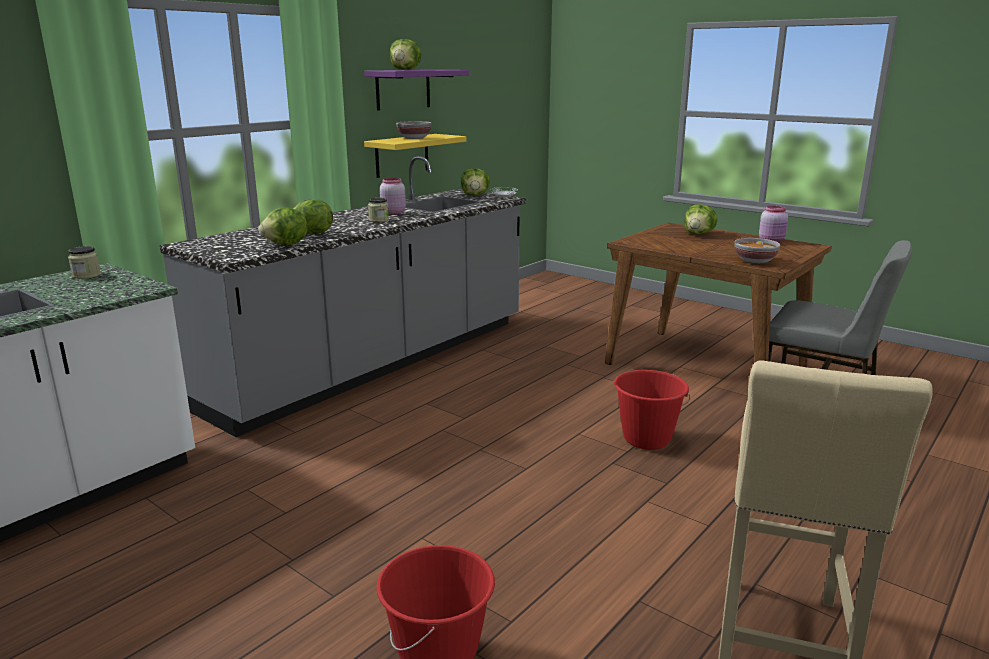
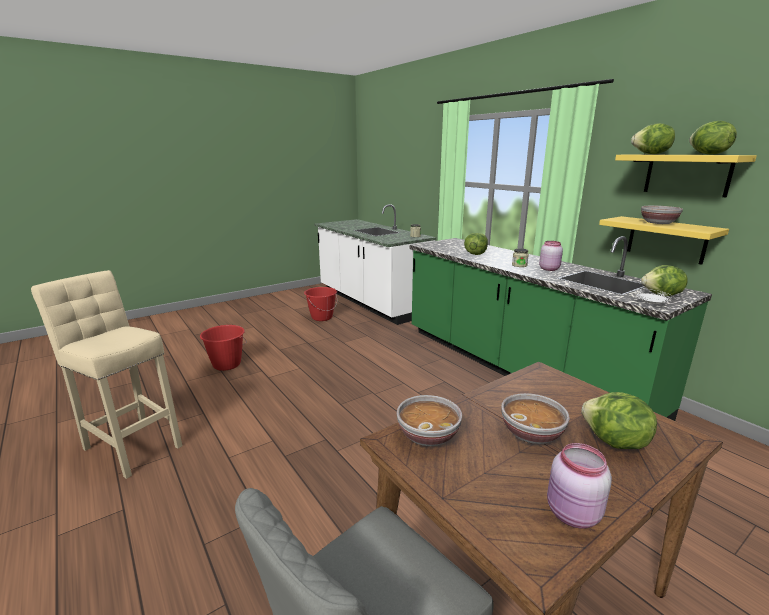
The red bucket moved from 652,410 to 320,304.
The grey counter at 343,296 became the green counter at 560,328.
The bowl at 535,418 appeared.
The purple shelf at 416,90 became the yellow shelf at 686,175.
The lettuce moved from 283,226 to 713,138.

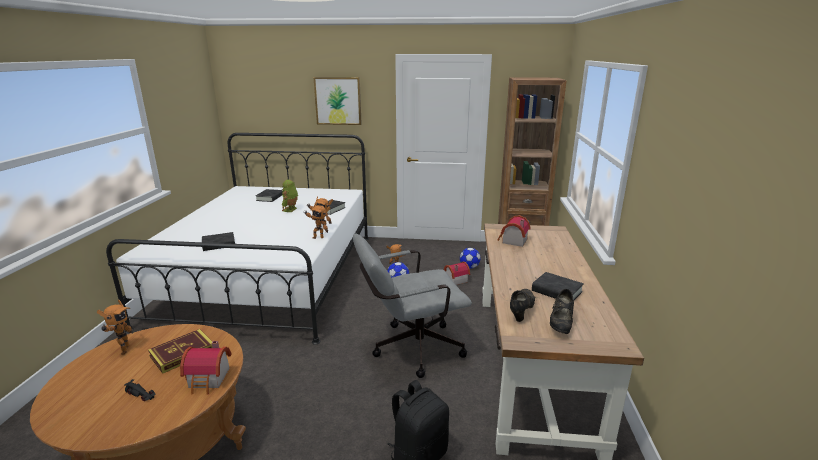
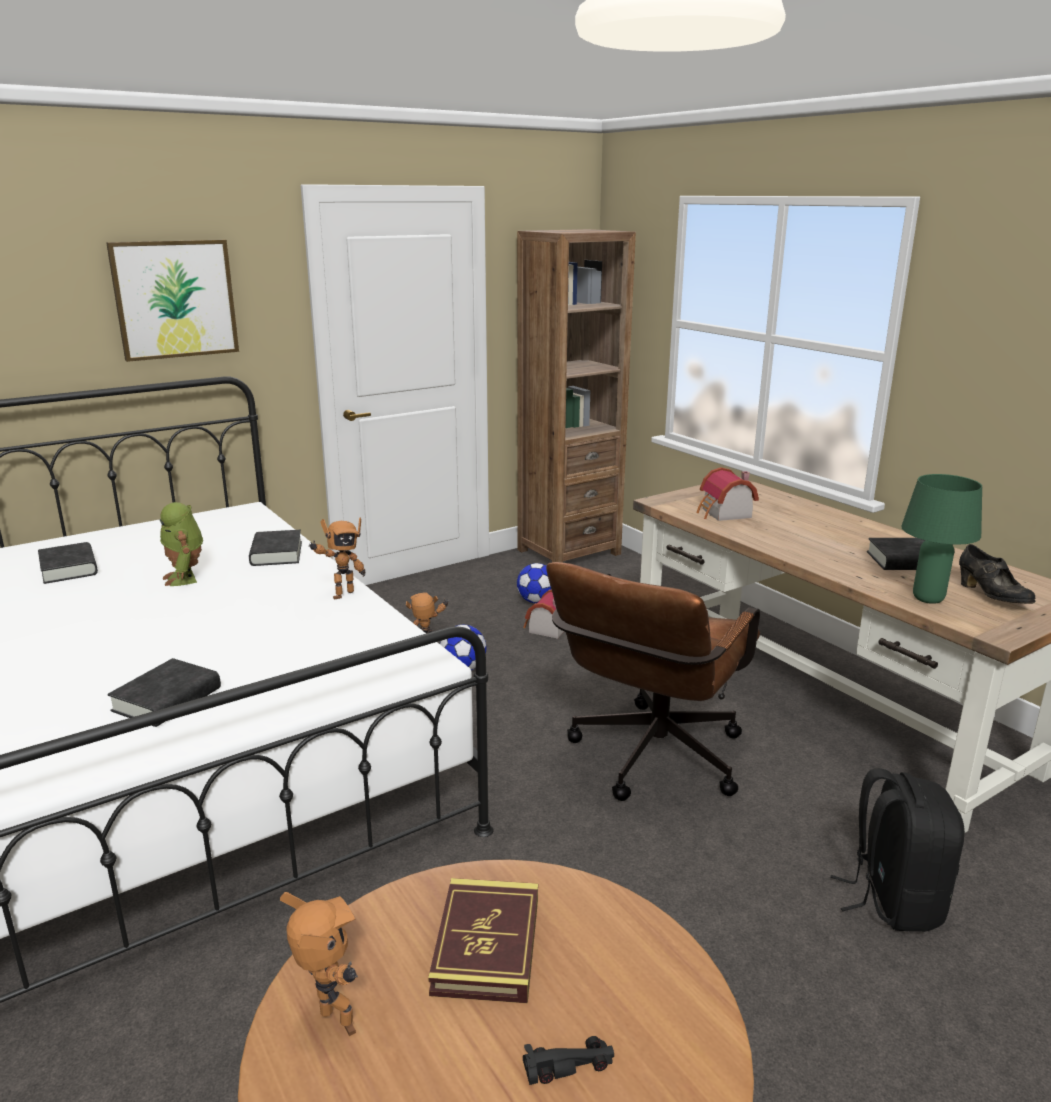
The grey office chair at 412,305 became the brown office chair at 653,681.
The black shoe at 522,305 was replaced by the green table lamp at 941,539.
The toy house at 206,368 disappeared.
The toy robot at 317,221 disappeared.

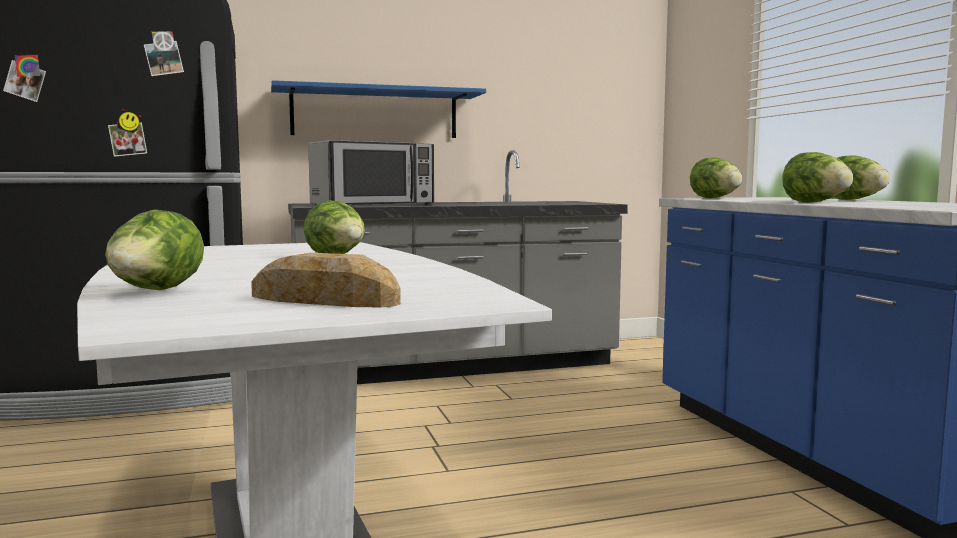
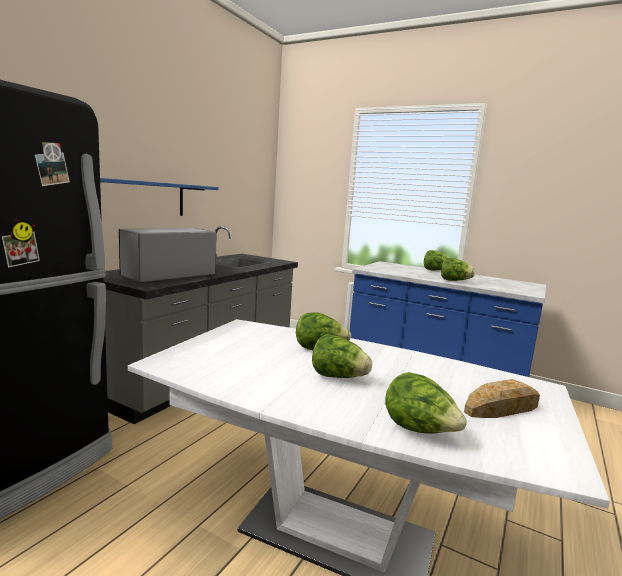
The microwave at 371,172 turned 150 degrees counterclockwise.
The lettuce moved from 716,177 to 342,356.

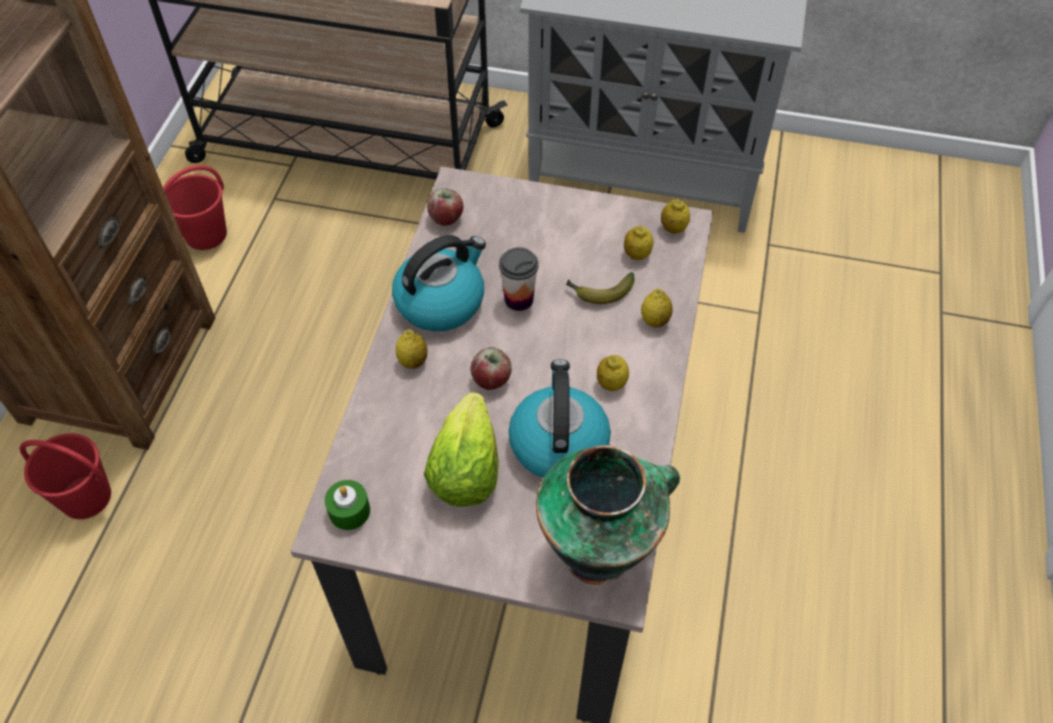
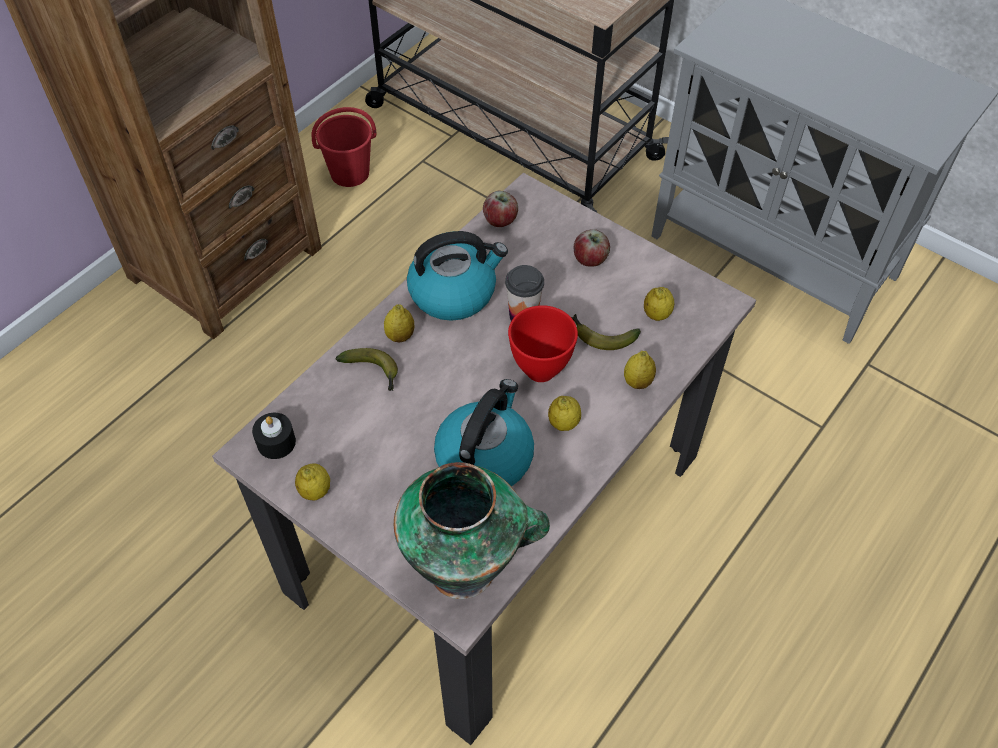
The green candle at 347,505 became the black candle at 274,436.
The lemon moved from 675,216 to 312,482.
The banana at 367,369 appeared.
The red bowl at 543,343 appeared.
The apple moved from 491,368 to 592,247.
The red bucket at 65,476 disappeared.
The lettuce at 461,449 disappeared.

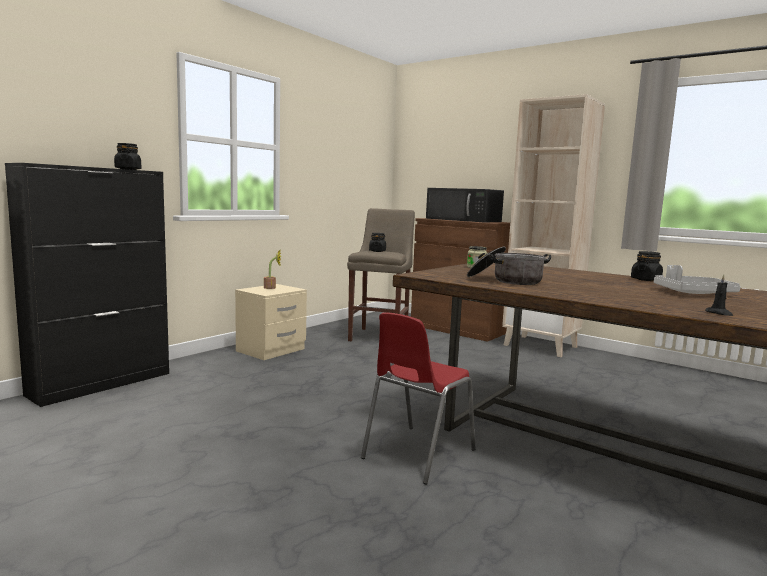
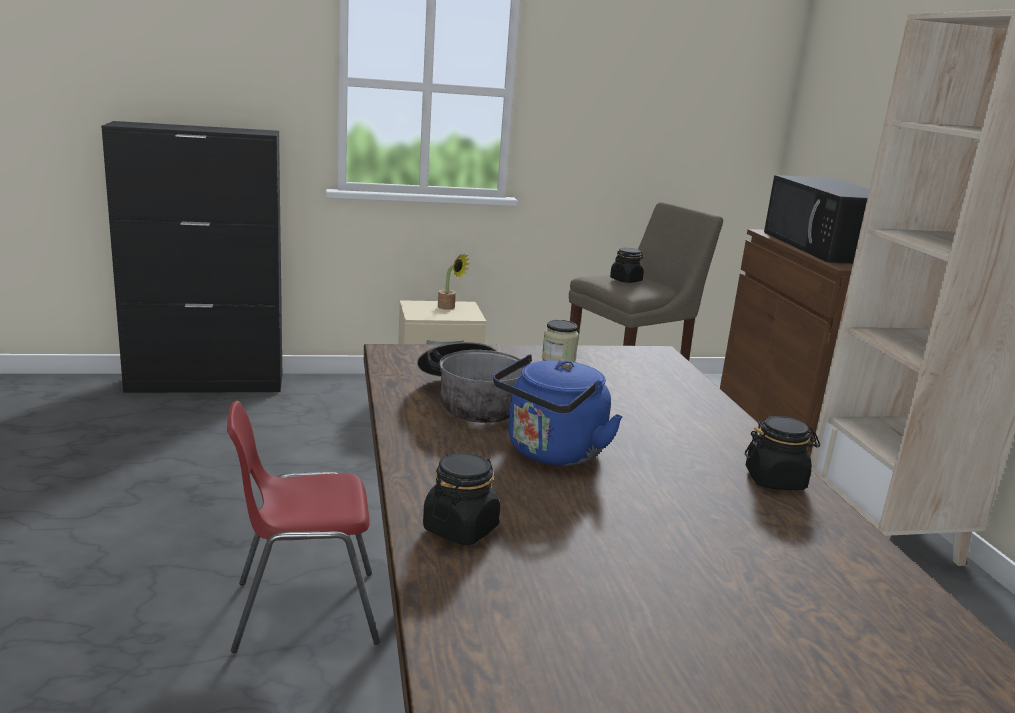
The black jar moved from 127,156 to 461,499.
The blue kettle at 558,410 appeared.
The grey tray at 697,279 disappeared.
The black candle at 719,295 disappeared.

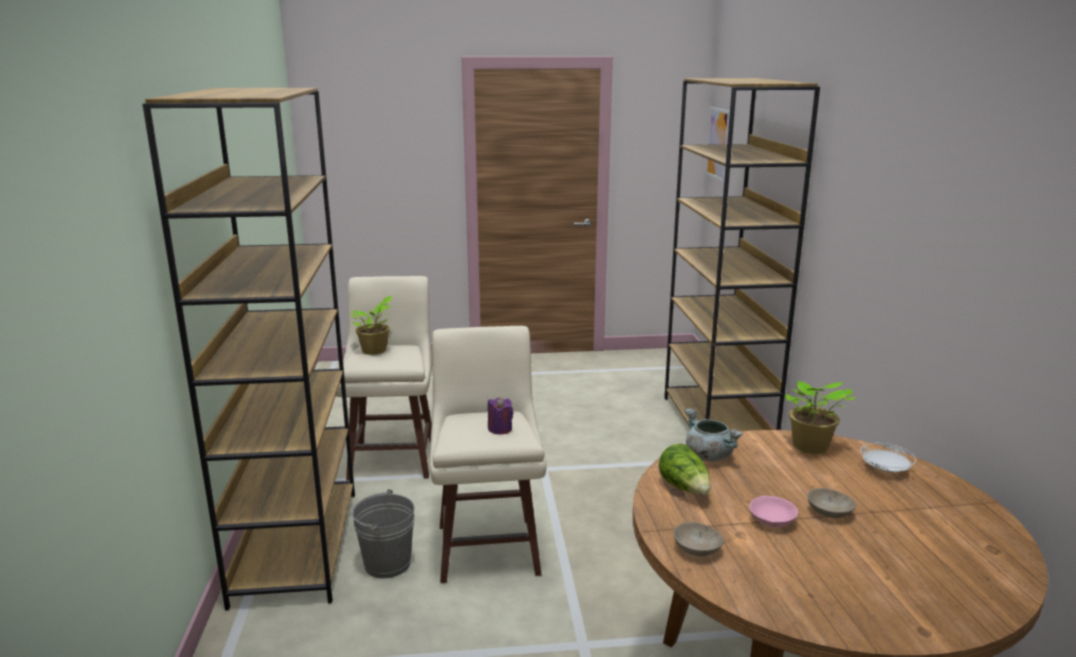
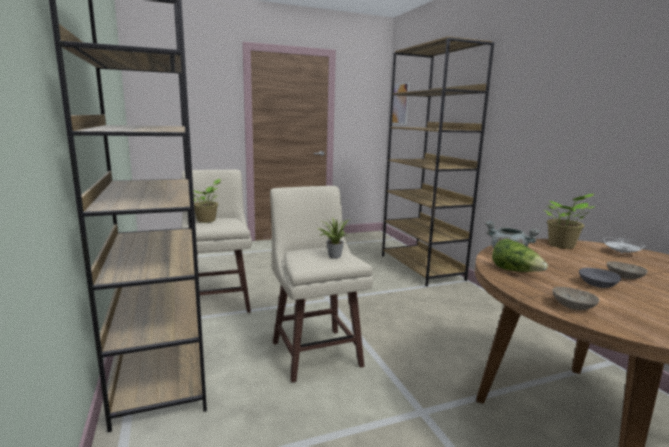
The purple candle at 501,415 was replaced by the potted plant at 334,238.
The pink bowl at 773,512 became the grey bowl at 600,278.
The grey bucket at 383,533 disappeared.

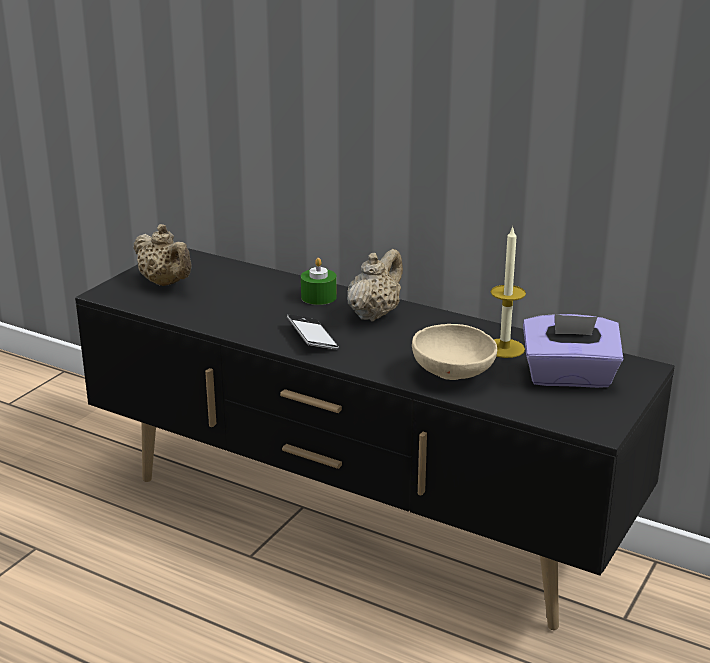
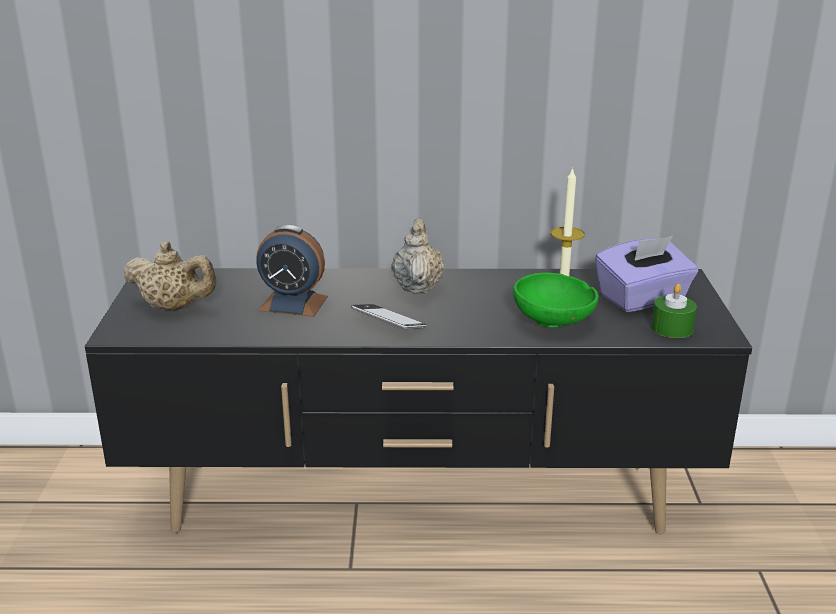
The alarm clock at 292,271 appeared.
The beige bowl at 454,352 became the green bowl at 556,300.
The green candle moved from 319,281 to 674,311.

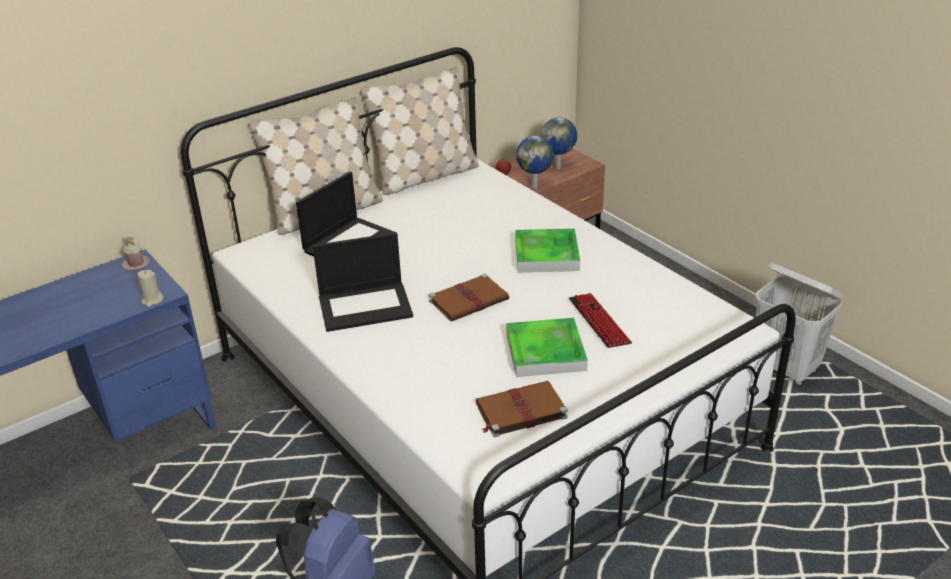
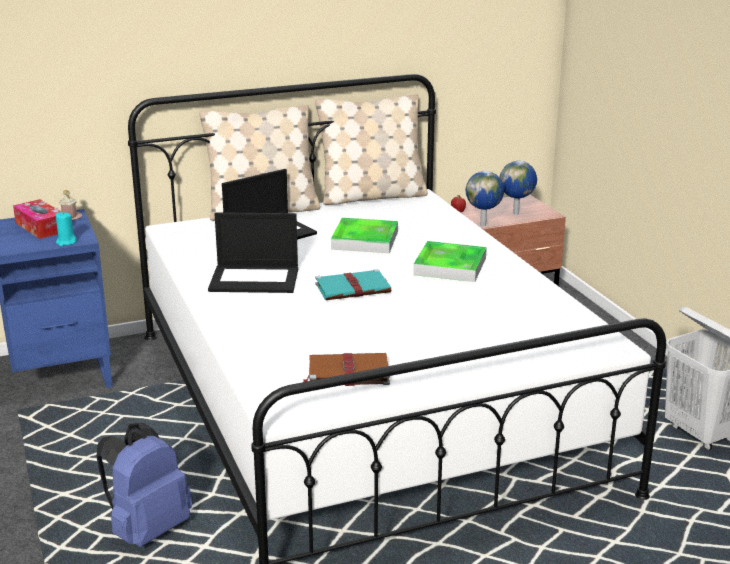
The tissue box at 37,219 appeared.
The beige candle at 150,288 became the turquoise candle at 66,229.
The brown book at 469,297 became the turquoise book at 353,284.
The tray moved from 547,347 to 364,235.
The keyboard at 600,320 disappeared.

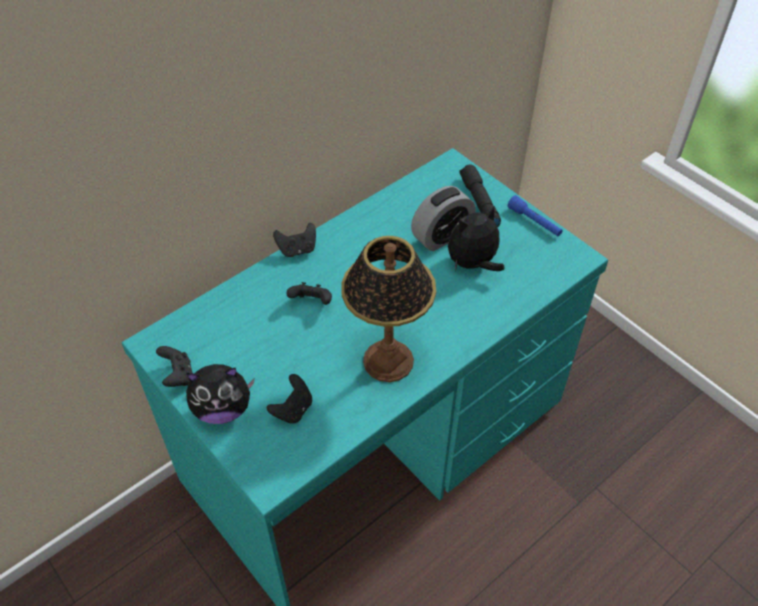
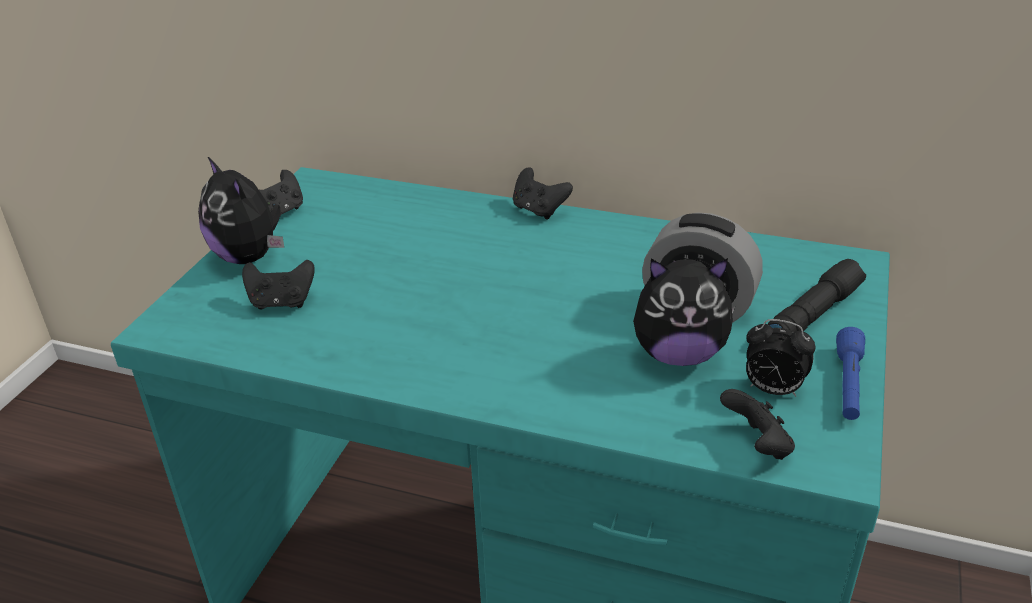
The plush toy at 476,238 turned 150 degrees clockwise.
The black game controller moved from 309,293 to 757,424.
The alarm clock at 781,358 appeared.
The table lamp at 388,309 disappeared.

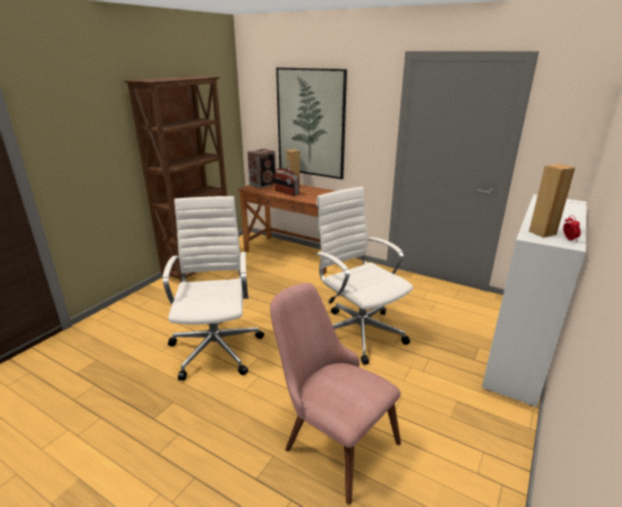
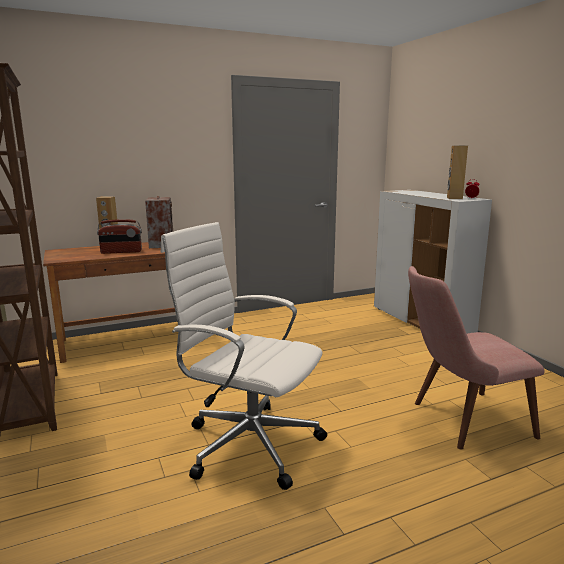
The speaker moved from 261,168 to 159,222.
The picture at 311,123 disappeared.
The white office chair at 364,275 disappeared.

